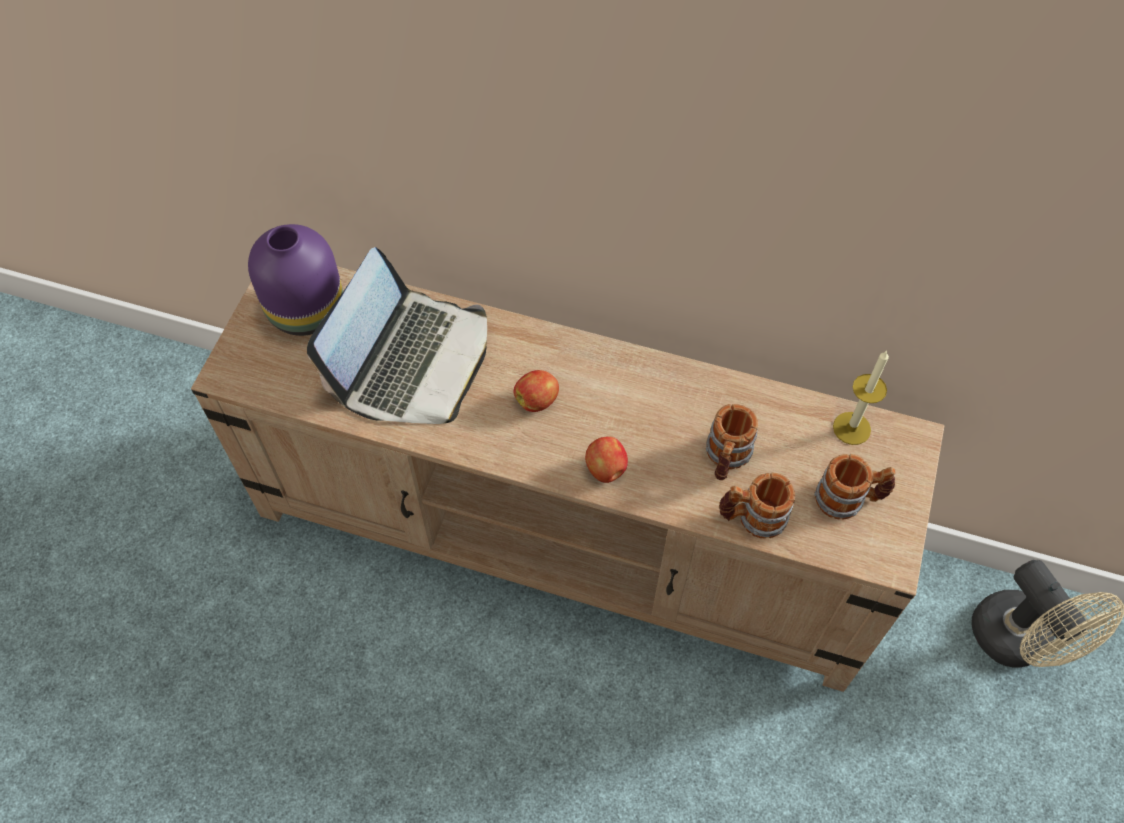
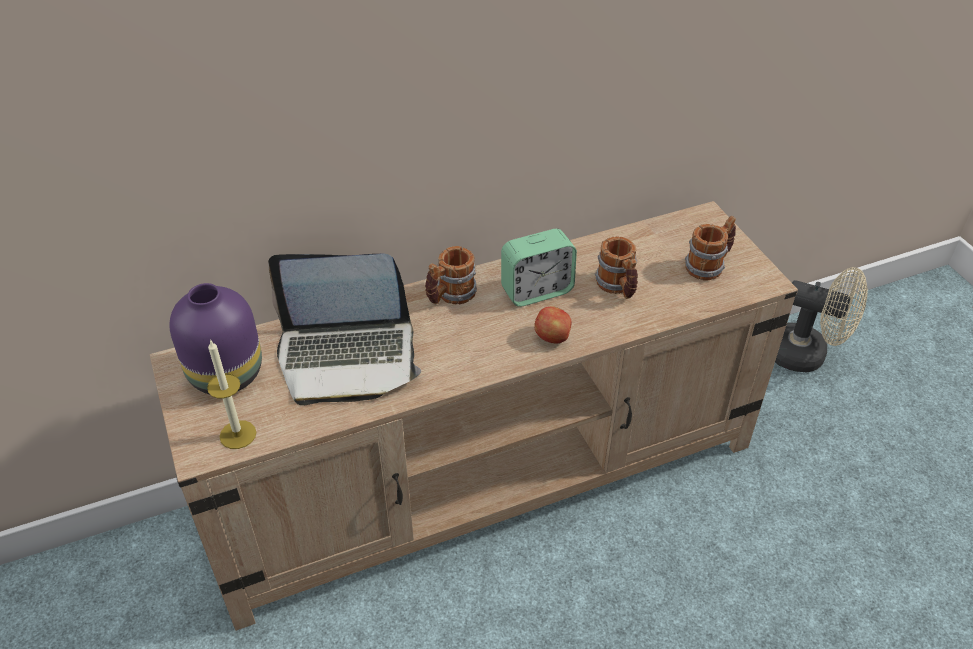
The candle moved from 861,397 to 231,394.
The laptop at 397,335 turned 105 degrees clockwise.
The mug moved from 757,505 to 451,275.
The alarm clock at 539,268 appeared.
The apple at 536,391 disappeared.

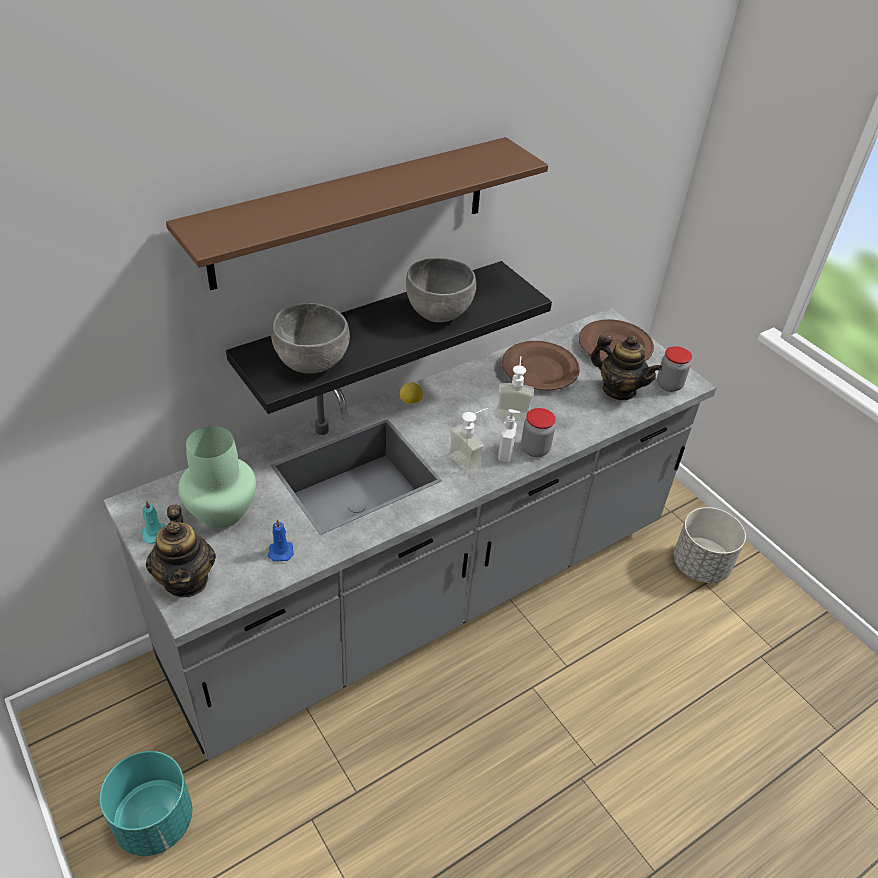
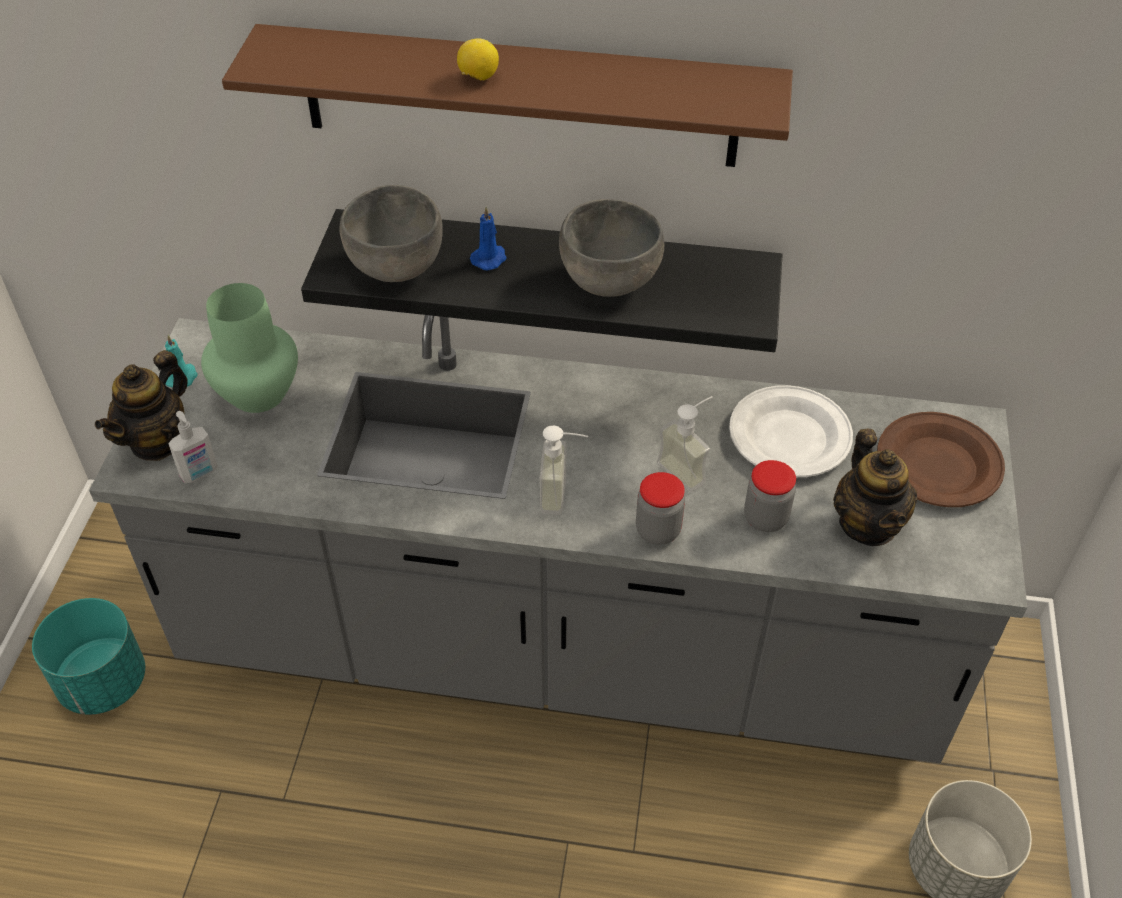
The soap dispenser moved from 509,436 to 193,447.
The lemon moved from 411,393 to 478,59.
The blue candle moved from 281,540 to 488,238.
The brown plate at 541,366 became the white plate at 791,431.
The jar moved from 674,369 to 770,496.

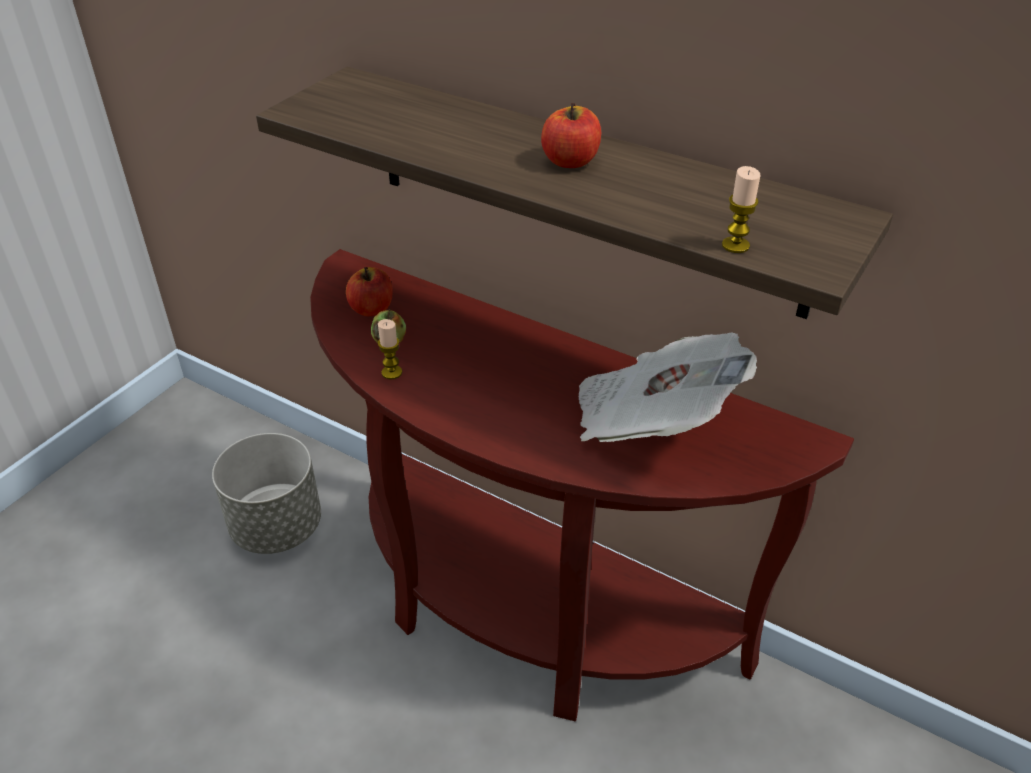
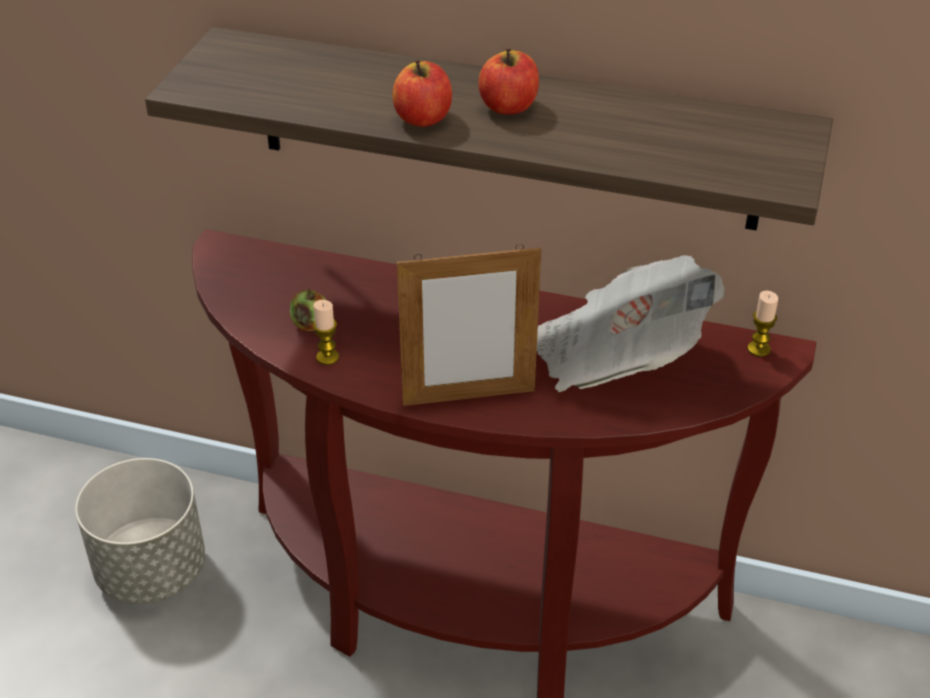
The apple moved from 369,291 to 422,93.
The picture frame at 469,325 appeared.
The candle moved from 741,209 to 763,324.

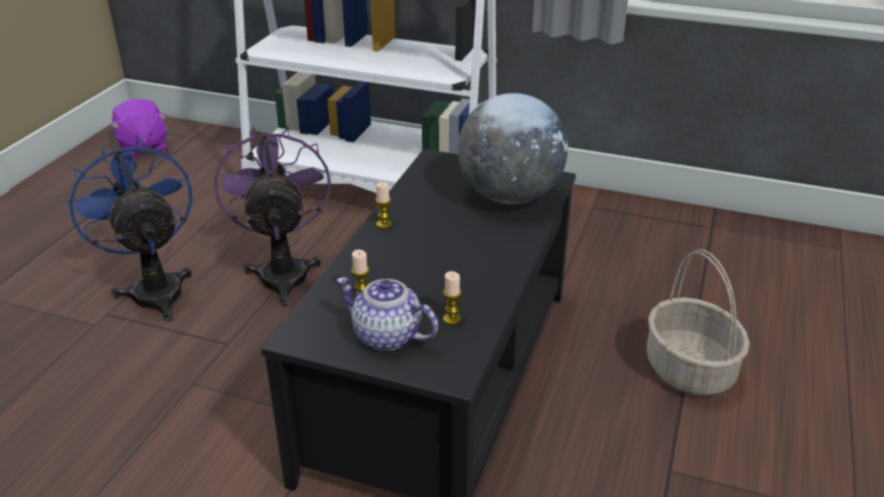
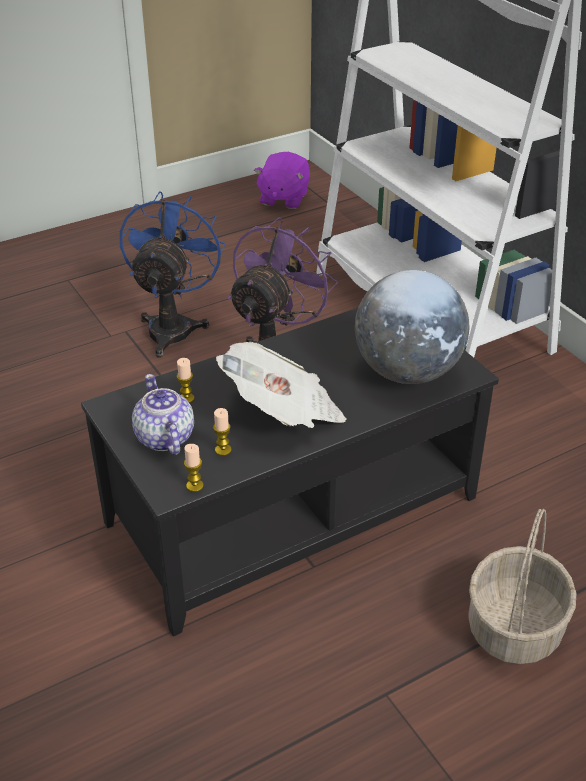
The candle moved from 383,205 to 194,468.
The newspaper at 281,385 appeared.

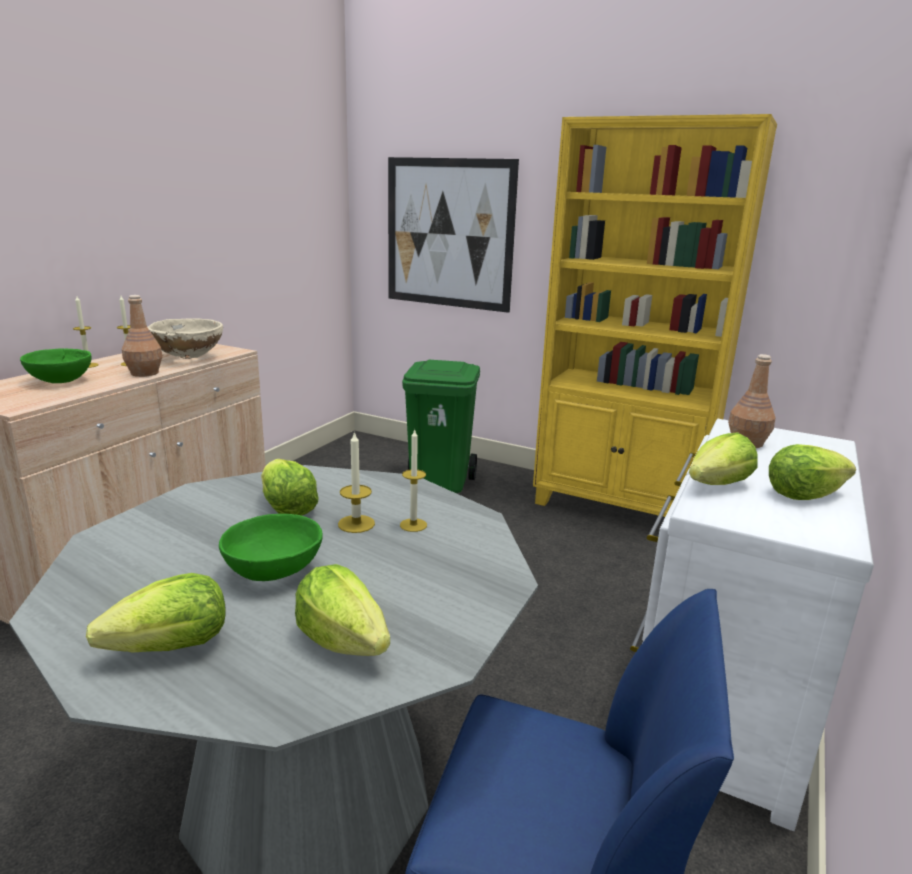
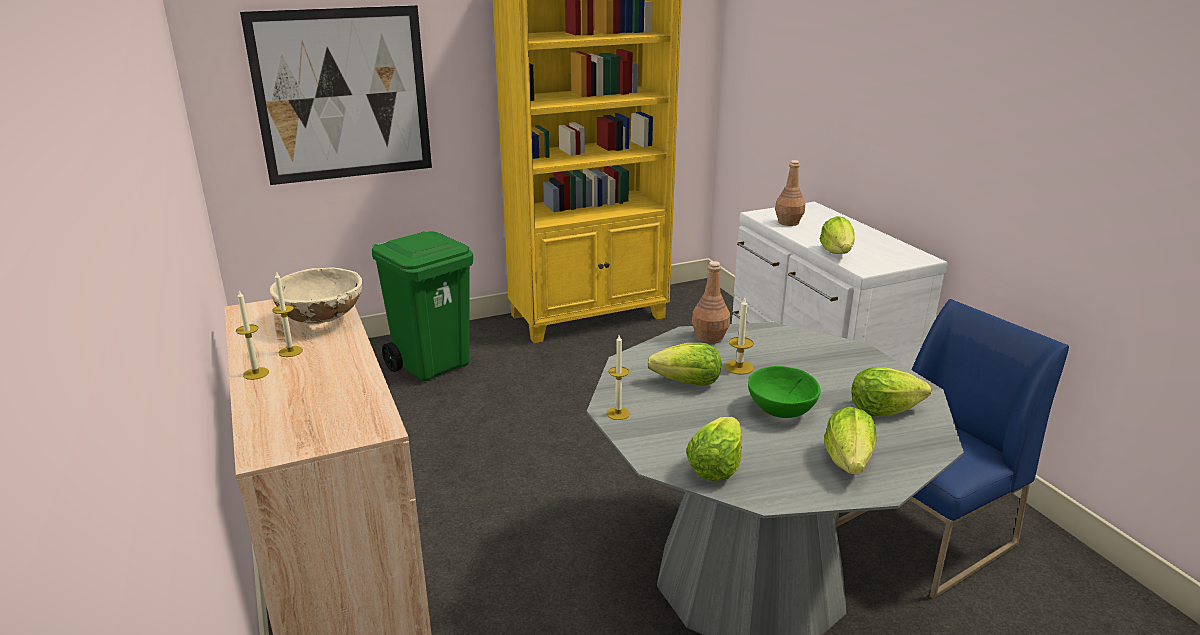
The candle moved from 413,480 to 618,377.
The lettuce moved from 812,472 to 714,449.
The brown bottle moved from 142,336 to 711,302.
The green bowl at 56,365 disappeared.

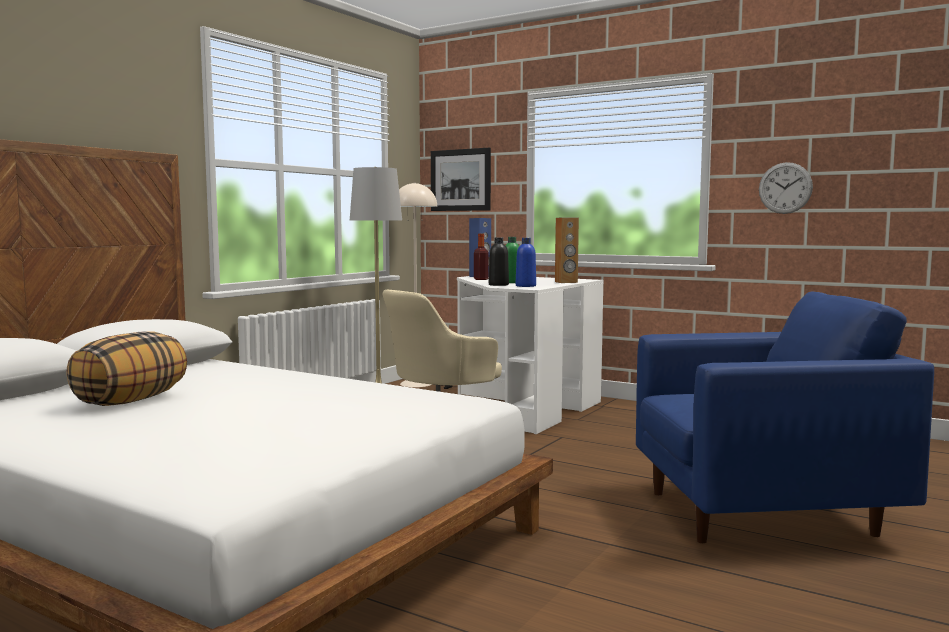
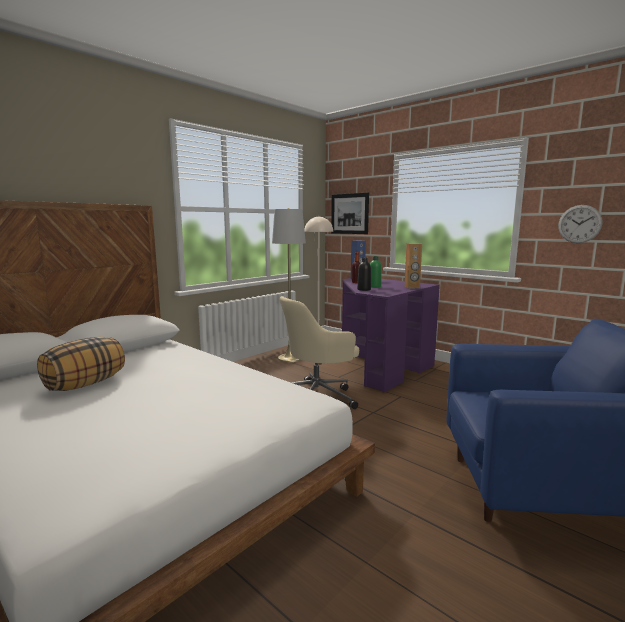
The white desk at 530,355 became the purple desk at 391,335.
The blue bottle at 526,262 disappeared.

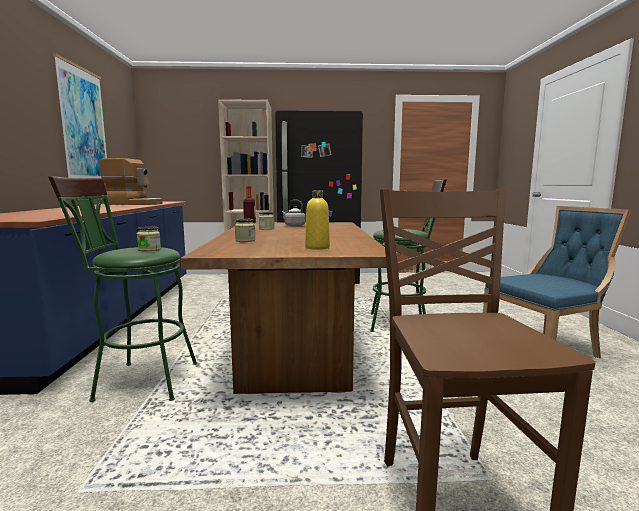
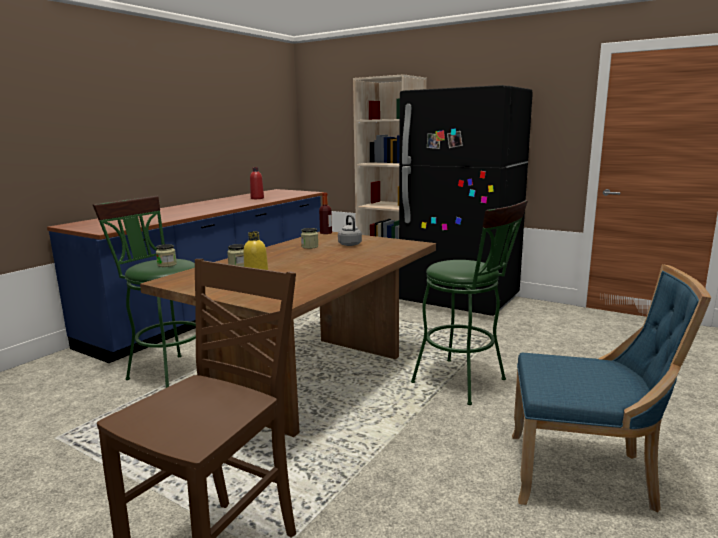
The coffee machine at 131,181 was replaced by the red bottle at 257,183.
The picture at 80,120 disappeared.

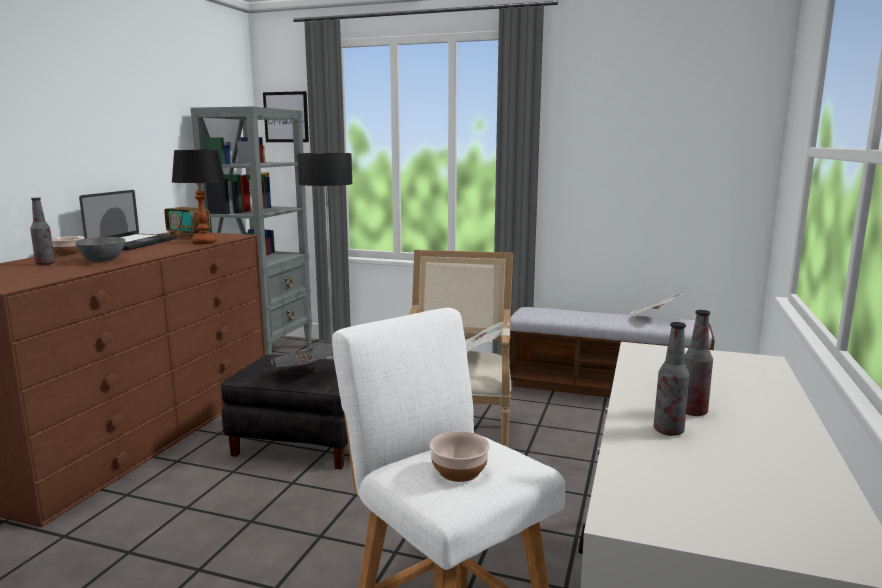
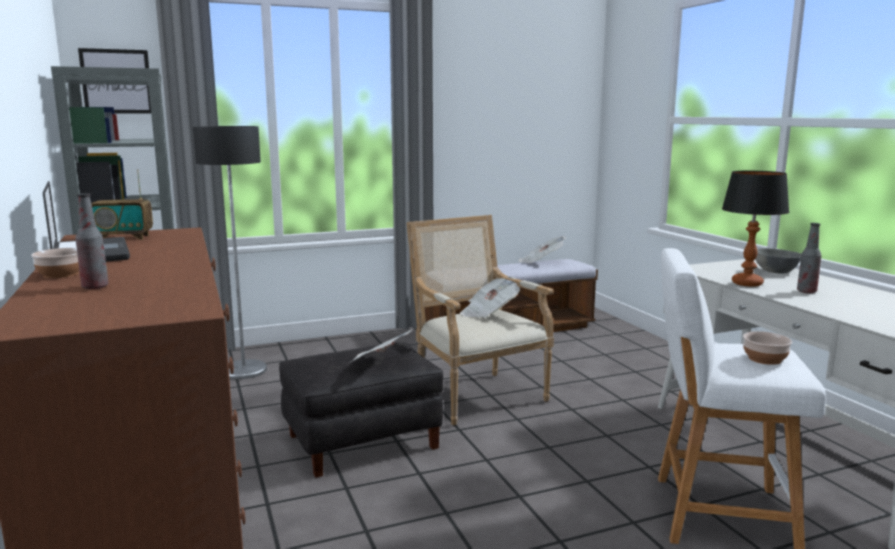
The table lamp moved from 198,197 to 755,229.
The grey bowl moved from 100,250 to 778,261.
The bottle at 671,379 disappeared.

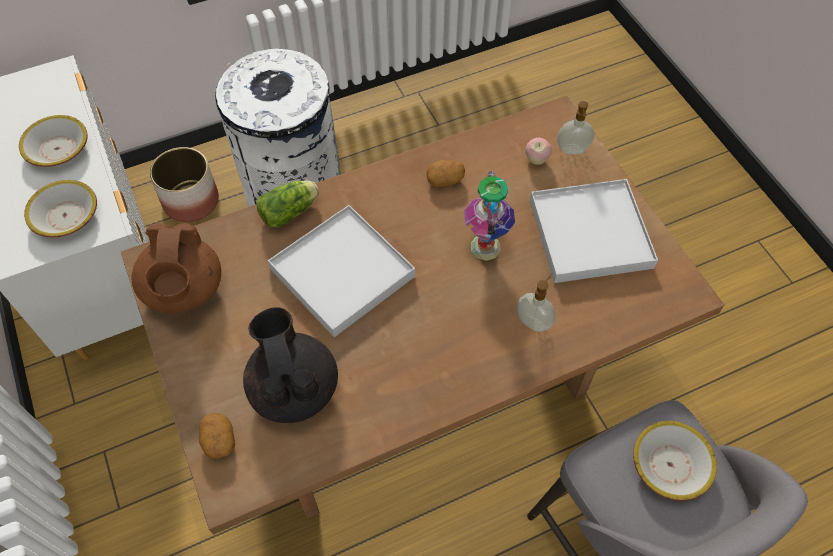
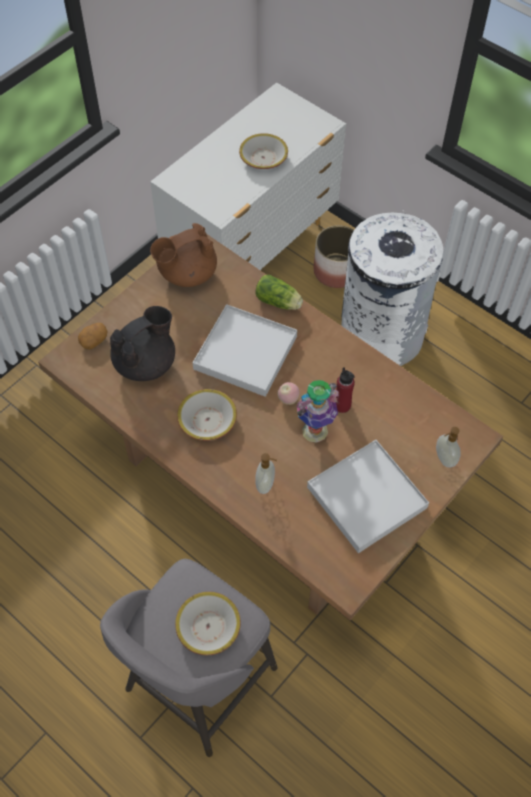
The bowl moved from 60,209 to 207,415.
The apple moved from 538,151 to 289,393.
The red bottle at 345,390 appeared.
The potato at 445,173 disappeared.

